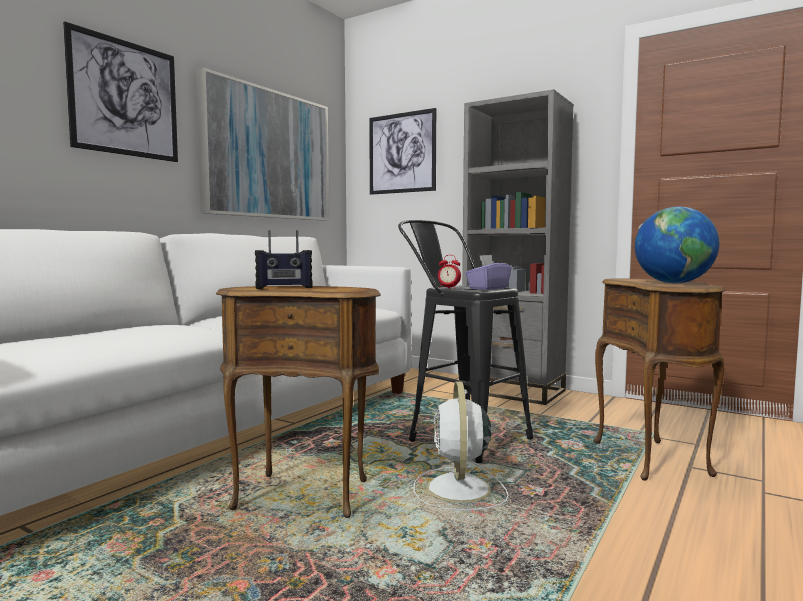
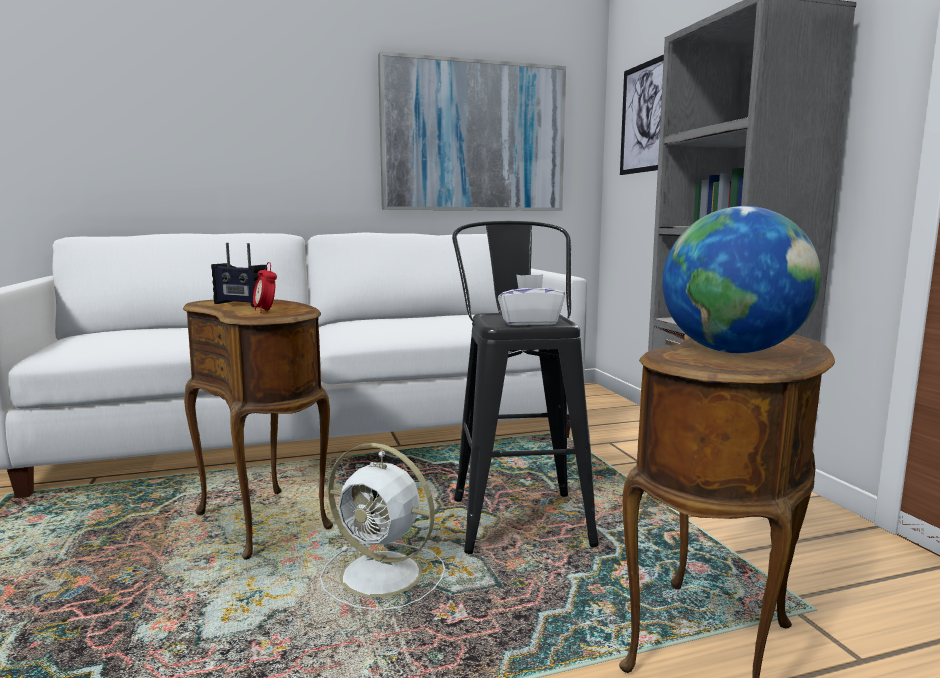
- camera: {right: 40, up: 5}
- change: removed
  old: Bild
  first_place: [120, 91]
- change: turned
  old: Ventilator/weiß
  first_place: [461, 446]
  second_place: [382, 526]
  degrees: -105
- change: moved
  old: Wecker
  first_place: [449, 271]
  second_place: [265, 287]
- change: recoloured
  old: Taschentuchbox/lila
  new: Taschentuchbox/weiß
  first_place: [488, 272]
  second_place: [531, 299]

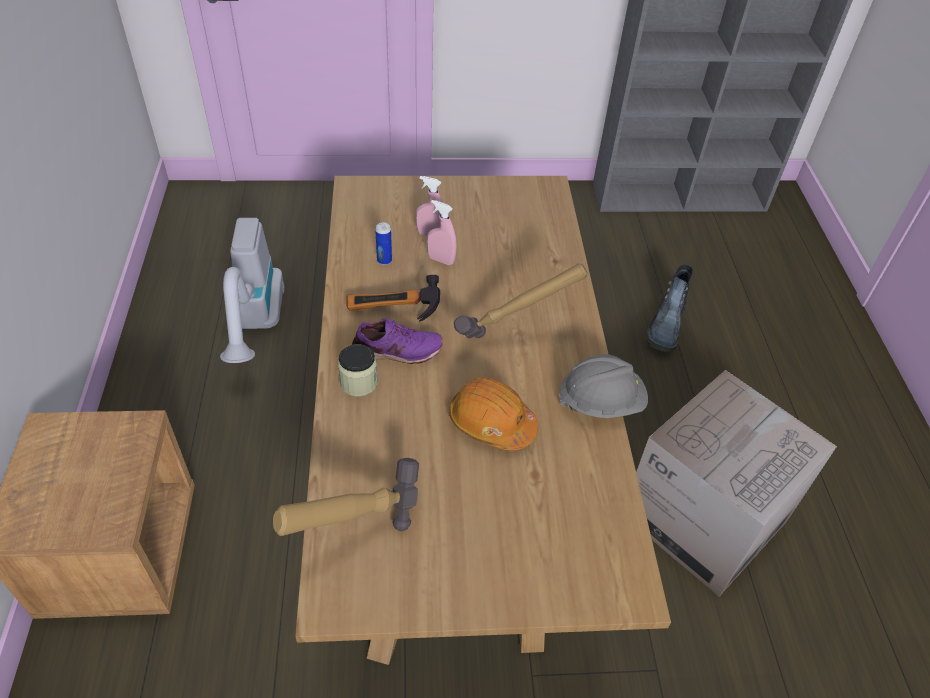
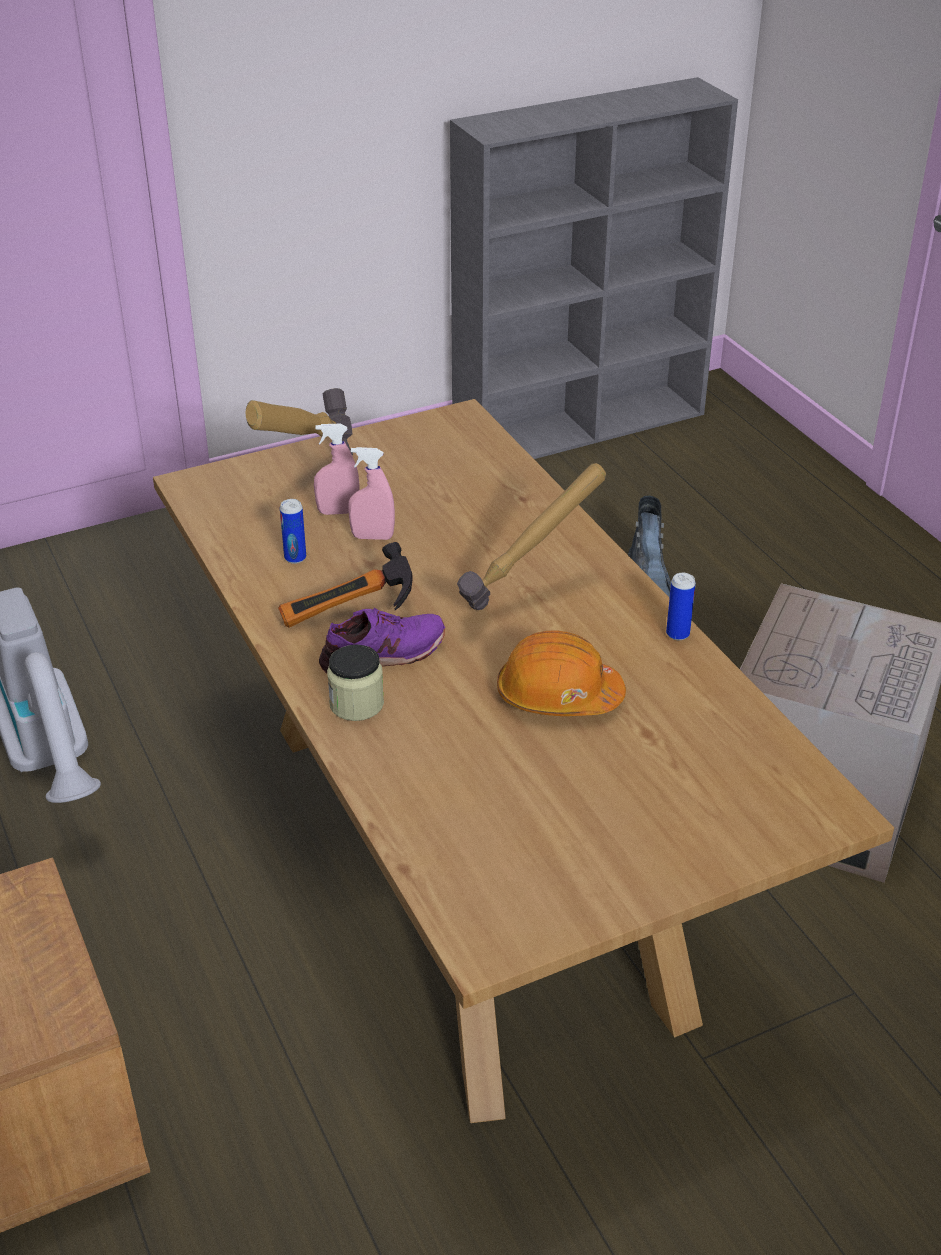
- camera: {right: -20, up: -10}
- change: moved
  old: Hammer
  first_place: [346, 497]
  second_place: [299, 422]
- change: replaced
  old: Schutzhelm/grau
  new: Dose
  first_place: [603, 386]
  second_place: [681, 606]

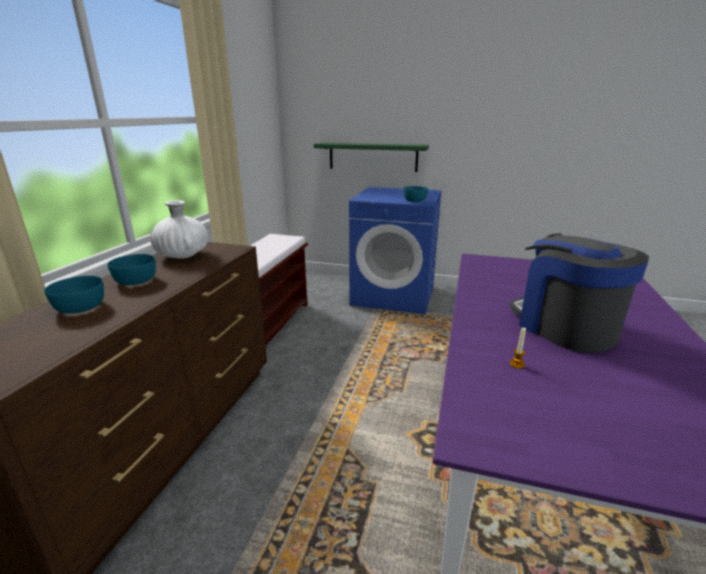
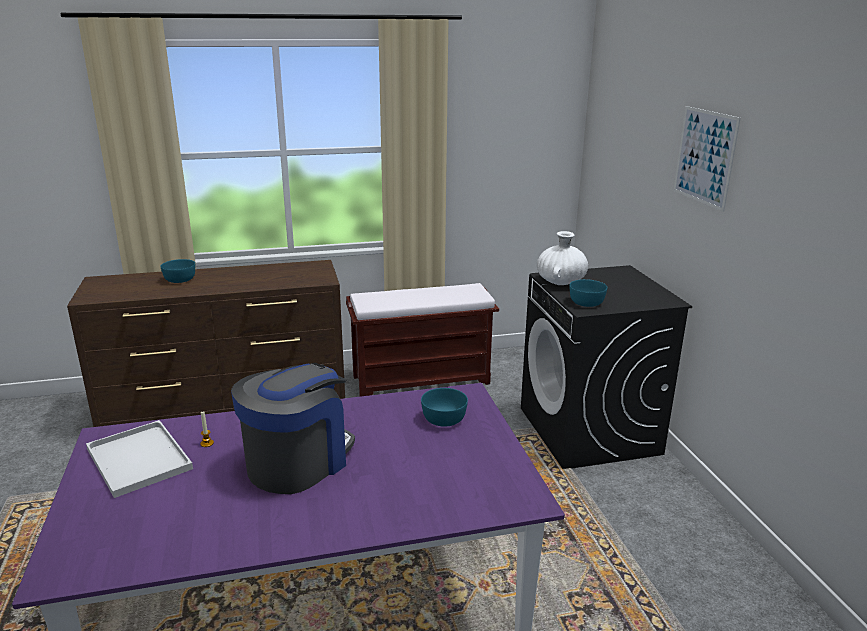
- camera: {right: 60, up: 0}
- change: moved
  old: Schüssel/türkis
  first_place: [131, 269]
  second_place: [444, 407]
- change: moved
  old: Vase/weiß
  first_place: [179, 229]
  second_place: [562, 258]
- change: removed
  old: Wandregal/grün
  first_place: [371, 157]
- change: recoloured
  old: Waschmaschine/blau
  new: Waschmaschine/schwarz
  first_place: [395, 251]
  second_place: [606, 367]
- change: added
  new: Tablett/weiß
  second_place: [139, 459]
- change: added
  new: Bild
  second_place: [707, 159]

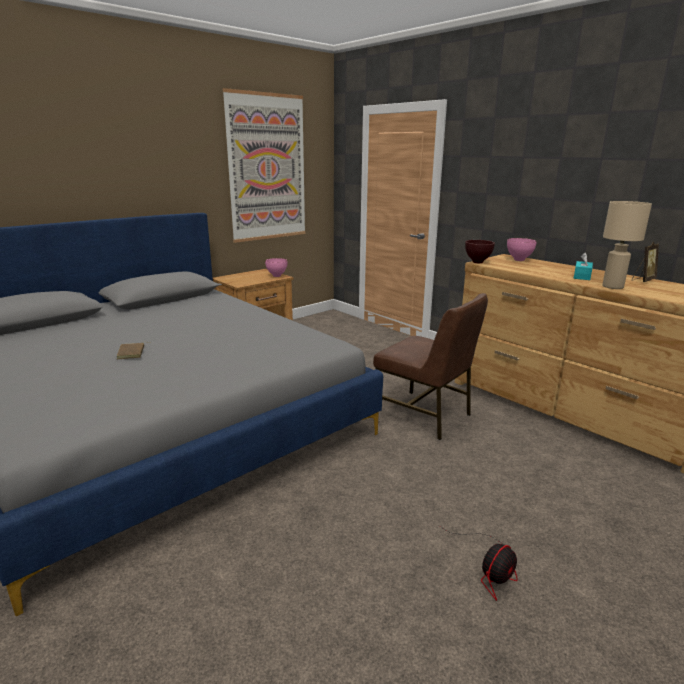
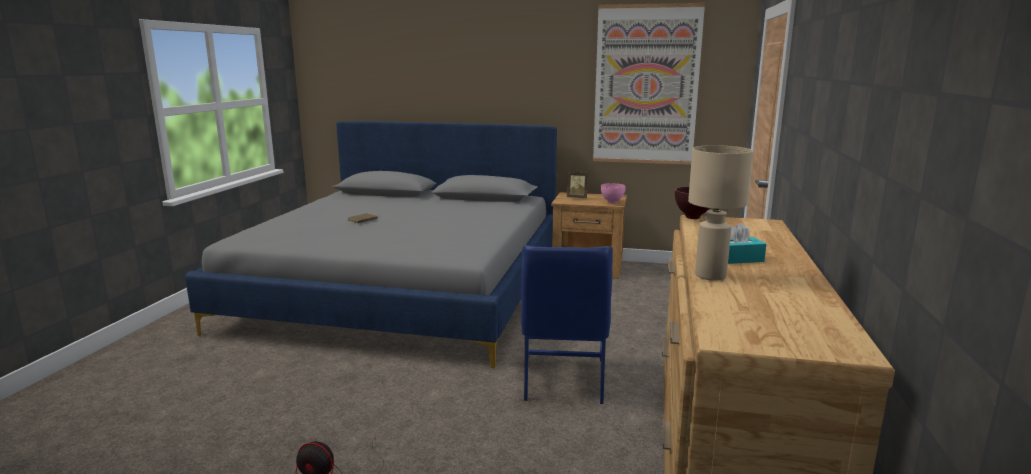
- camera: {right: 55, up: -5}
- change: recoloured
  old: Stuhl/braun
  new: Stuhl/blau
  first_place: [430, 366]
  second_place: [567, 324]
- change: removed
  old: Schüssel/rosa
  first_place: [522, 249]
- change: moved
  old: Bilderrahmen
  first_place: [645, 261]
  second_place: [577, 184]

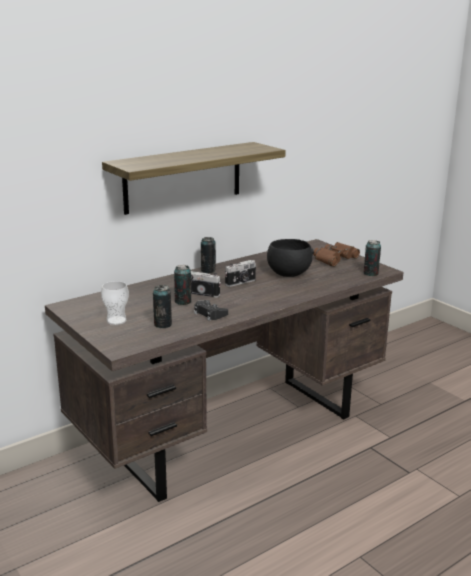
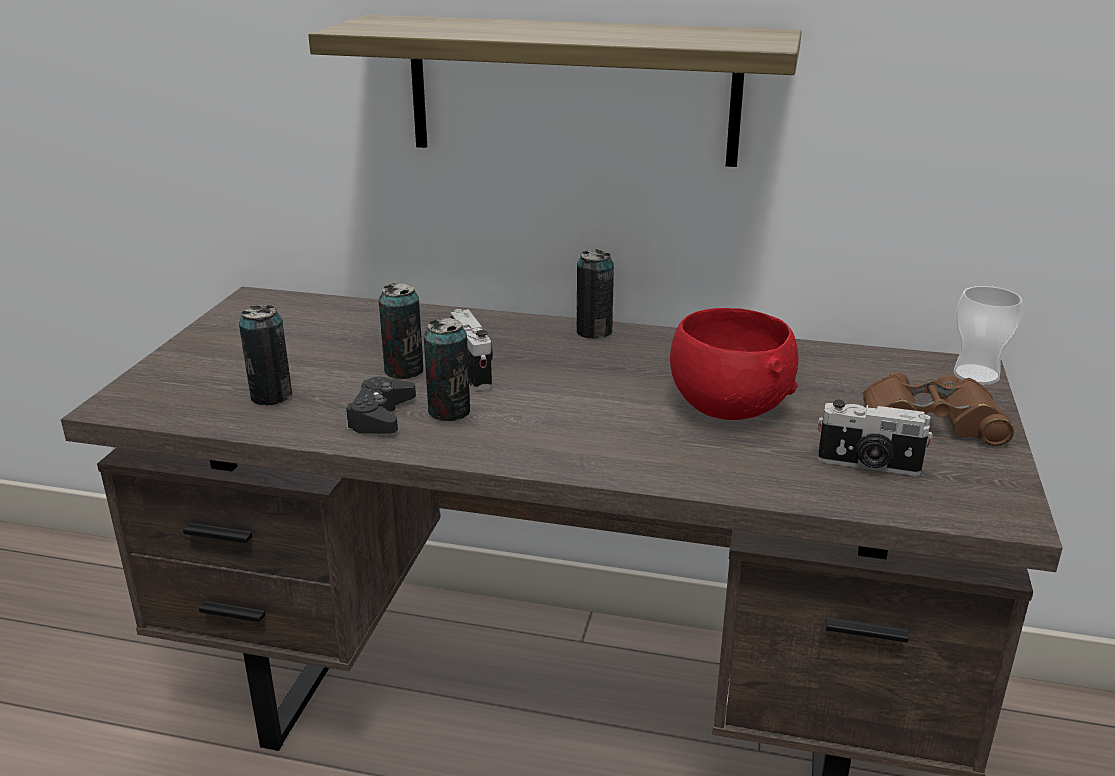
- camera: {right: 50, up: 5}
- change: moved
  old: Tasse
  first_place: [115, 303]
  second_place: [988, 335]
- change: moved
  old: Kamera
  first_place: [240, 273]
  second_place: [875, 437]
- change: recoloured
  old: Schüssel/schwarz
  new: Schüssel/rot
  first_place: [290, 258]
  second_place: [734, 364]
- change: moved
  old: Dose
  first_place: [372, 258]
  second_place: [447, 369]

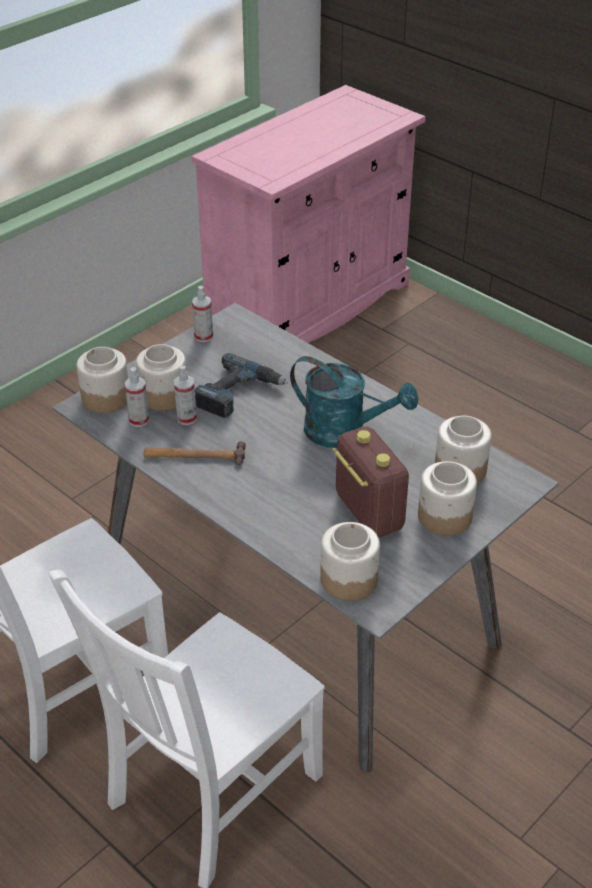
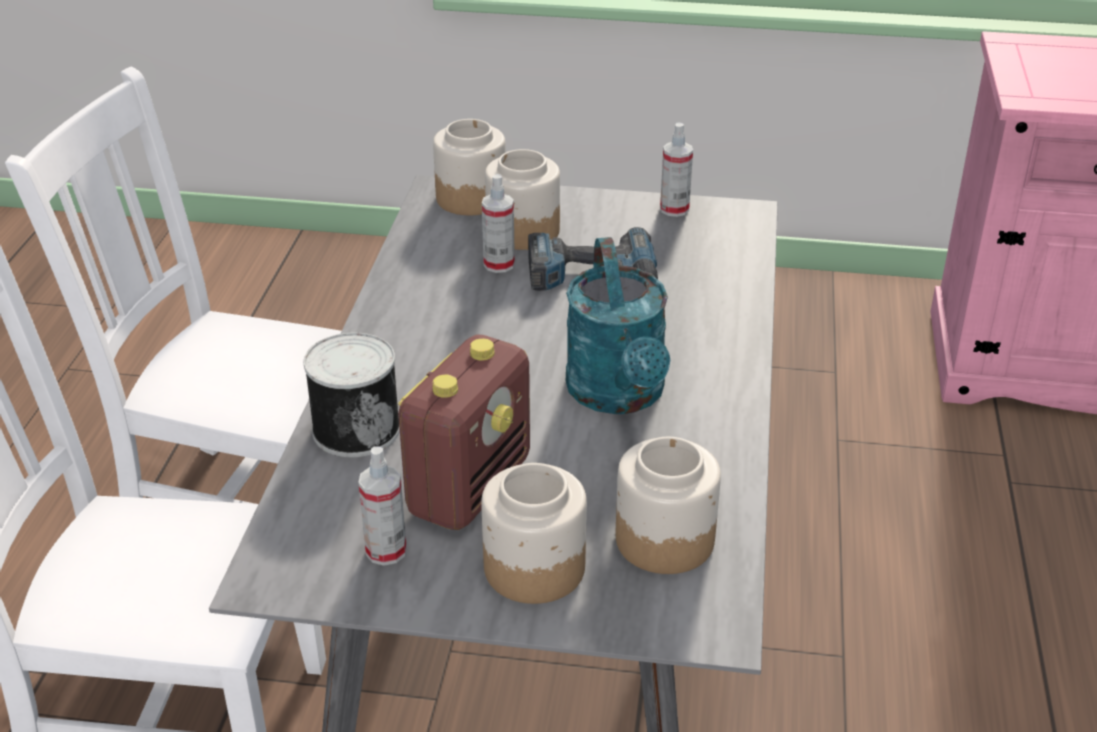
- camera: {right: 55, up: -5}
- change: moved
  old: Sprühflasche
  first_place: [137, 397]
  second_place: [382, 506]
- change: removed
  old: Hammer
  first_place: [195, 453]
- change: removed
  old: Vorratsglas
  first_place: [350, 561]
- change: added
  new: Dose
  second_place: [352, 395]

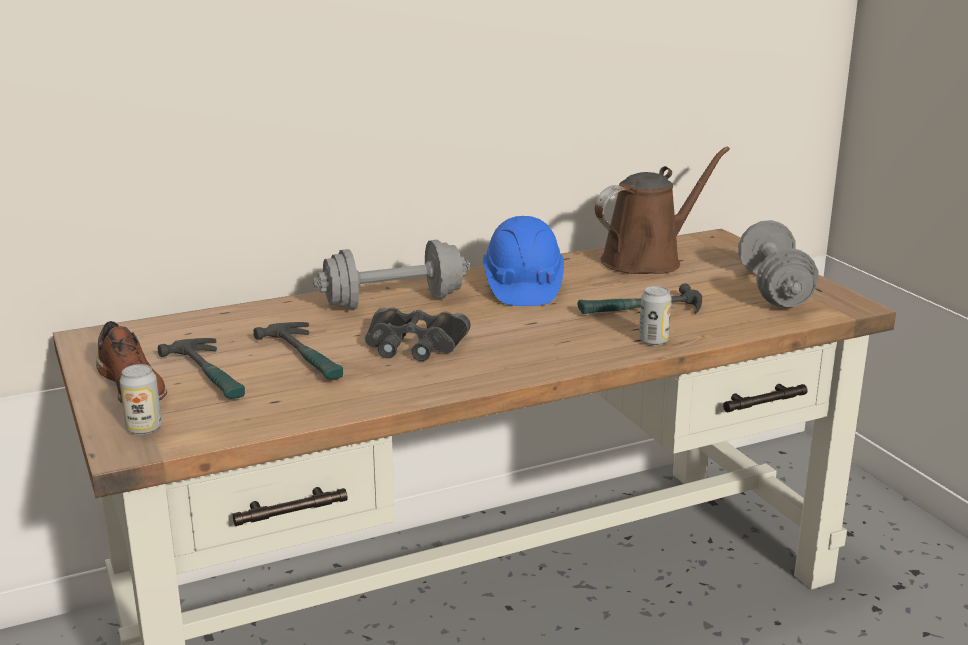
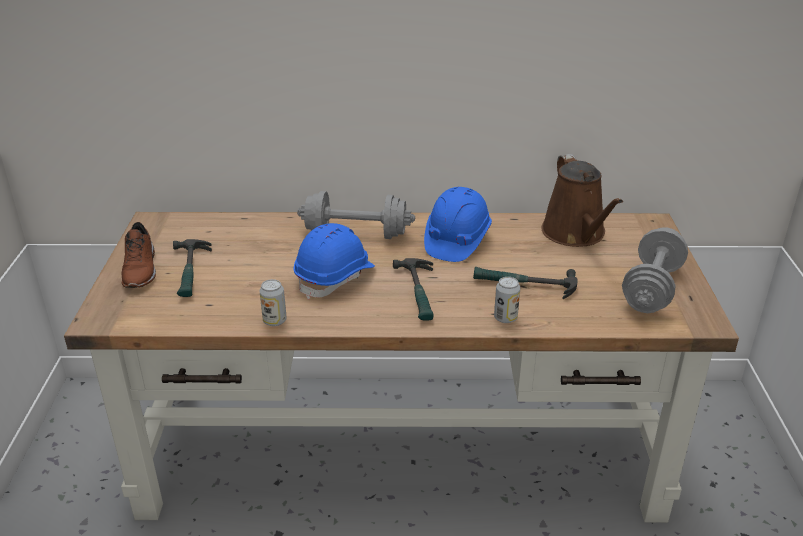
- camera: {right: 25, up: 10}
- change: moved
  old: Dose
  first_place: [140, 399]
  second_place: [273, 302]
- change: moved
  old: Hammer
  first_place: [298, 350]
  second_place: [413, 289]
- change: replaced
  old: Fernglas/schwarz
  new: Schutzhelm/blau
  first_place: [418, 334]
  second_place: [334, 261]
- change: turned
  old: Gießkanne/braun
  first_place: [662, 210]
  second_place: [582, 200]
  degrees: 90

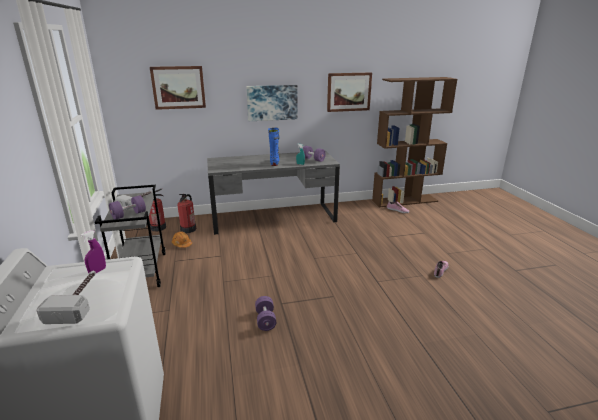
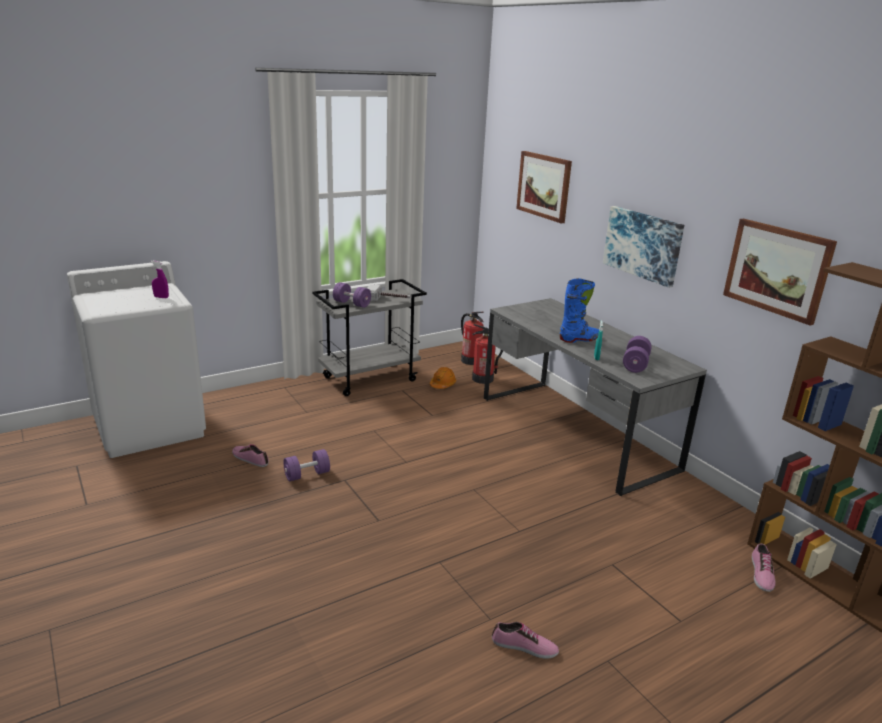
- camera: {right: 70, up: 0}
- change: removed
  old: Hammer
  first_place: [66, 297]
- change: added
  new: Schuh
  second_place: [250, 455]

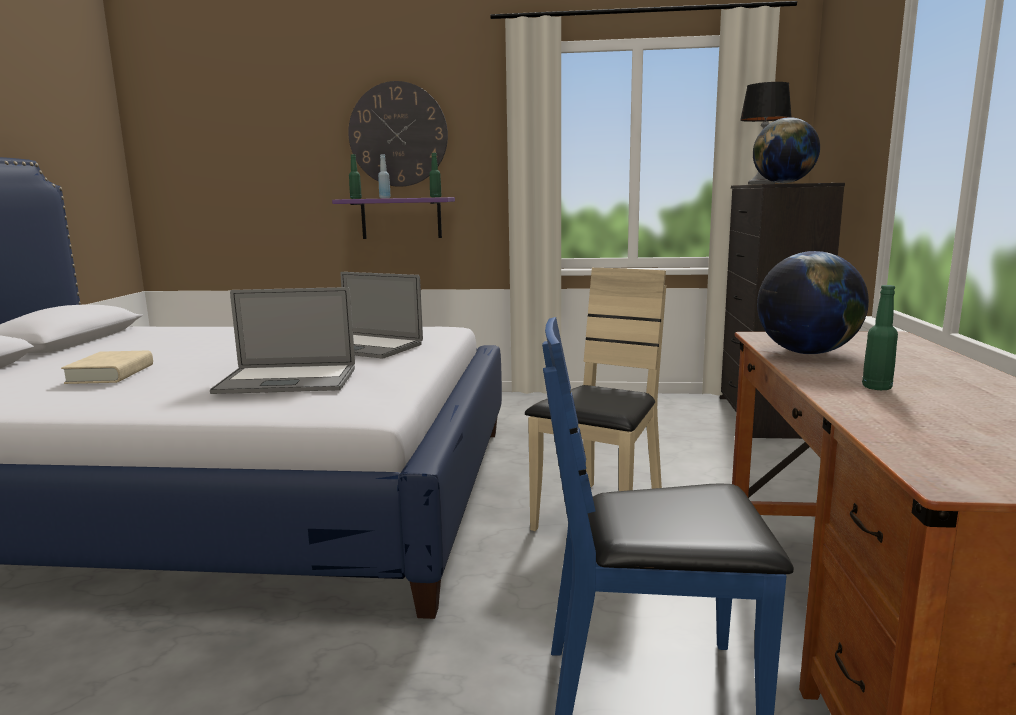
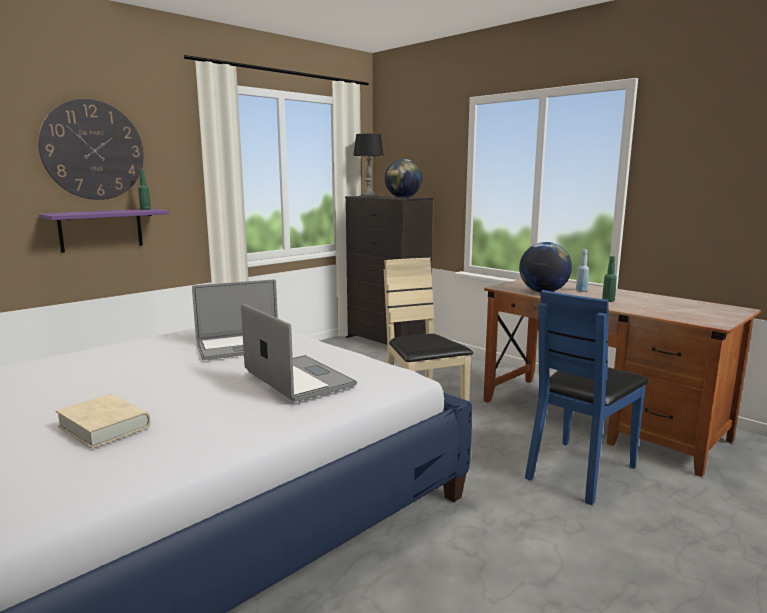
- camera: {right: -50, up: 0}
- change: turned
  old: Laptop
  first_place: [282, 340]
  second_place: [299, 352]
  degrees: -75
- change: removed
  old: Flasche/grün
  first_place: [355, 176]
- change: moved
  old: Flasche/blau
  first_place: [384, 176]
  second_place: [582, 270]

